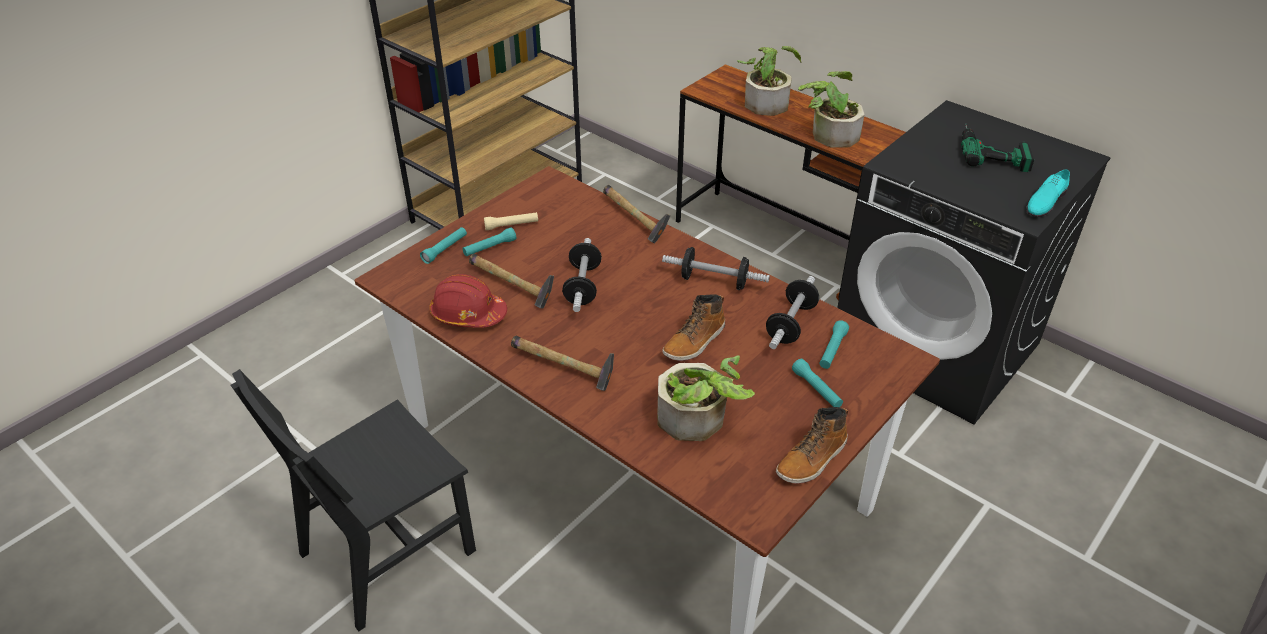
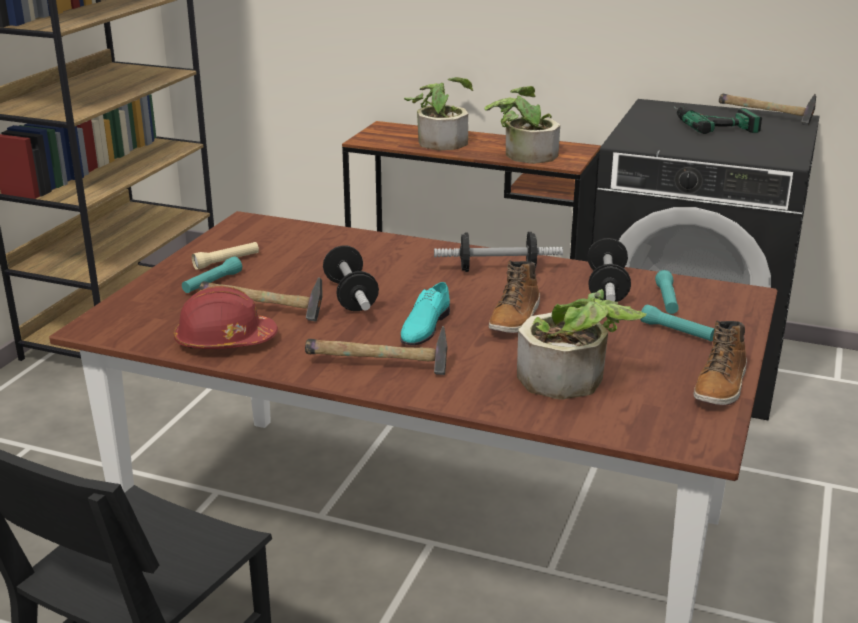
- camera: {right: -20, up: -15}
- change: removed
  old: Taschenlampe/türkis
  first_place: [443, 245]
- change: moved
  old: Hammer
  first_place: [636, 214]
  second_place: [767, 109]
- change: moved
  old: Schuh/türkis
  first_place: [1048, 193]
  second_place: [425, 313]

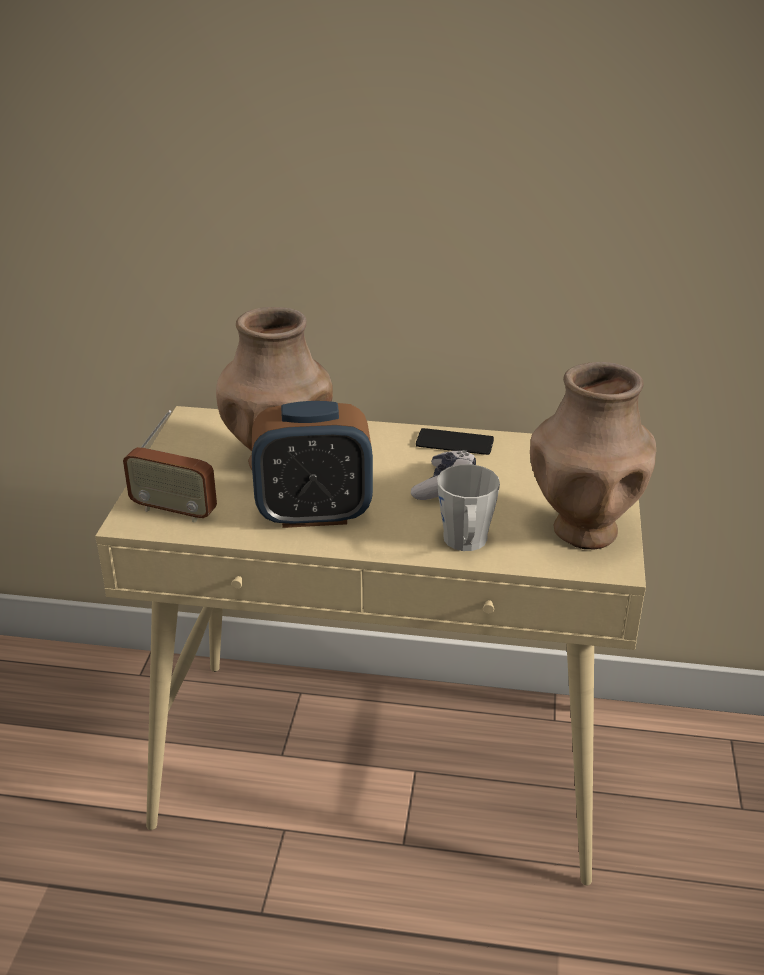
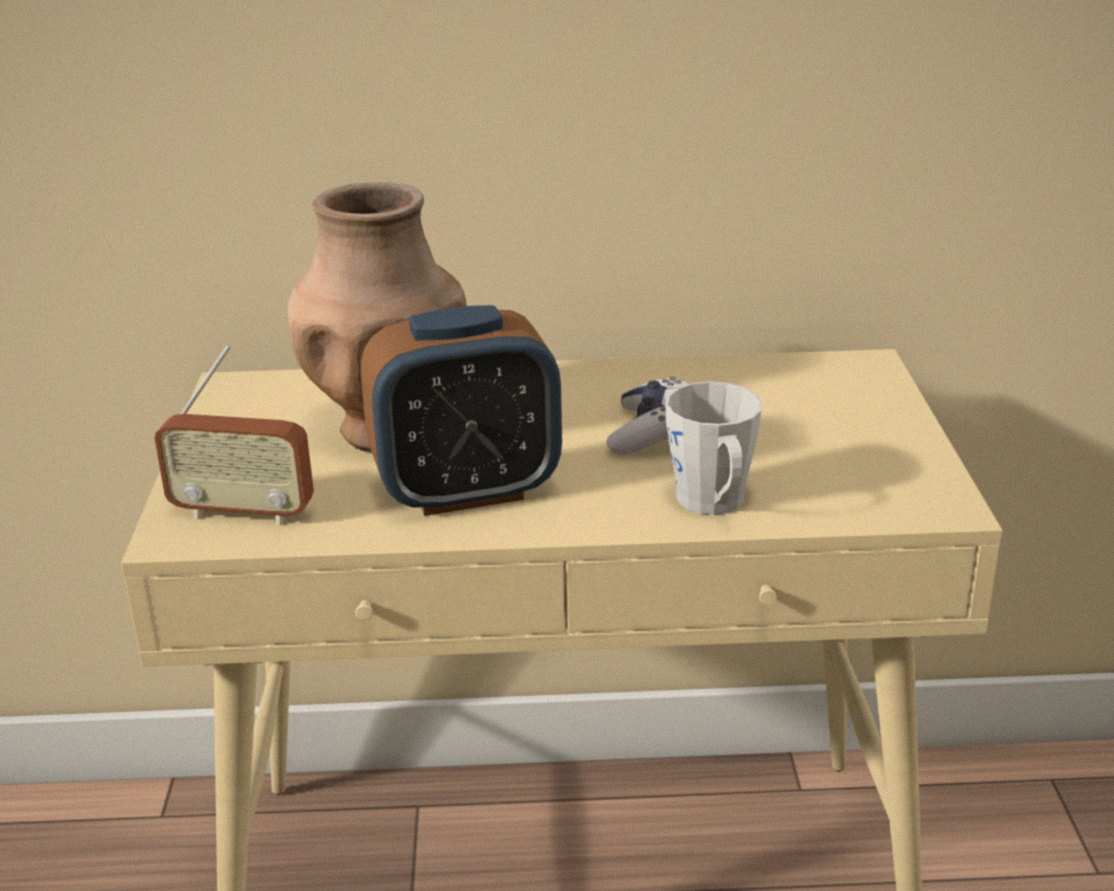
- camera: {right: -10, up: -5}
- change: removed
  old: Handy
  first_place: [455, 441]
- change: removed
  old: Vase/braun
  first_place: [593, 455]

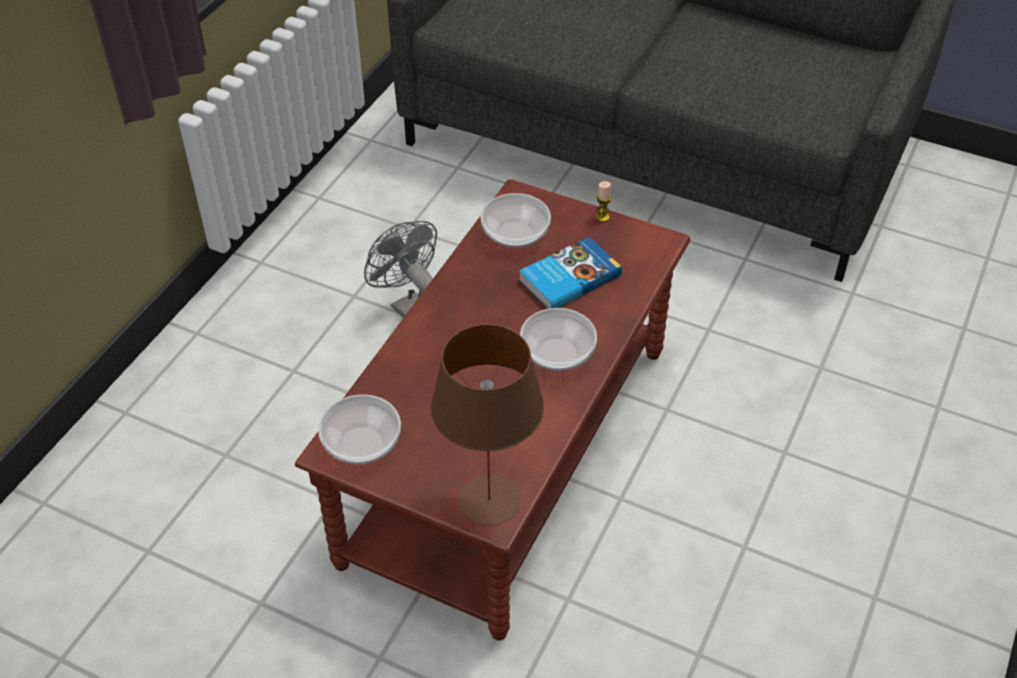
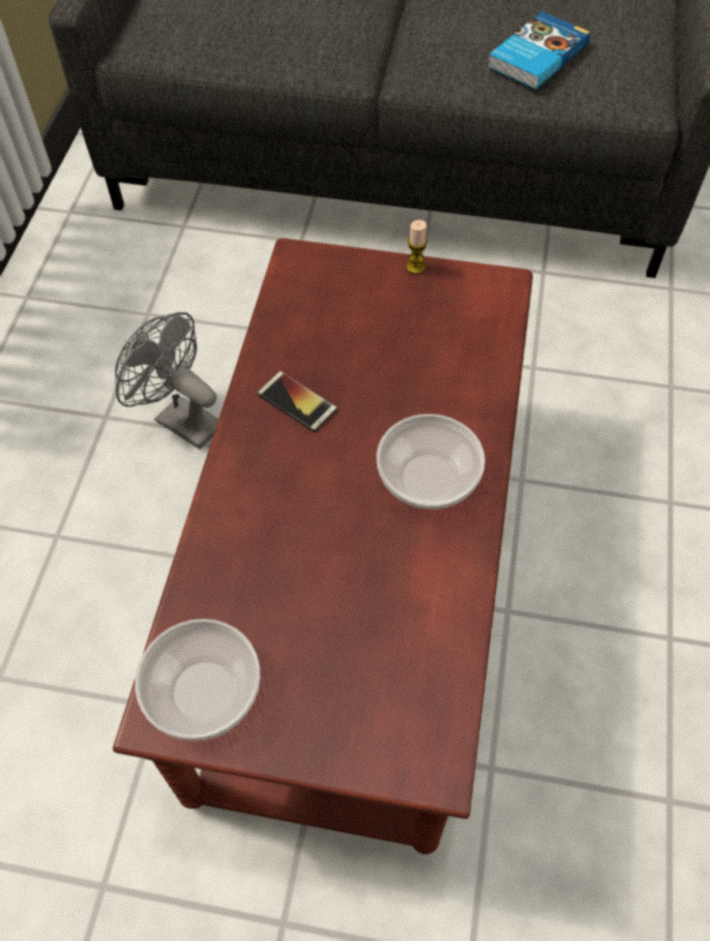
- camera: {right: -15, up: 10}
- change: removed
  old: Tischlampe/braun
  first_place: [487, 425]
- change: removed
  old: Schüssel
  first_place: [515, 220]
- change: moved
  old: Buch
  first_place: [570, 273]
  second_place: [539, 50]
- change: added
  new: Handy
  second_place: [297, 401]

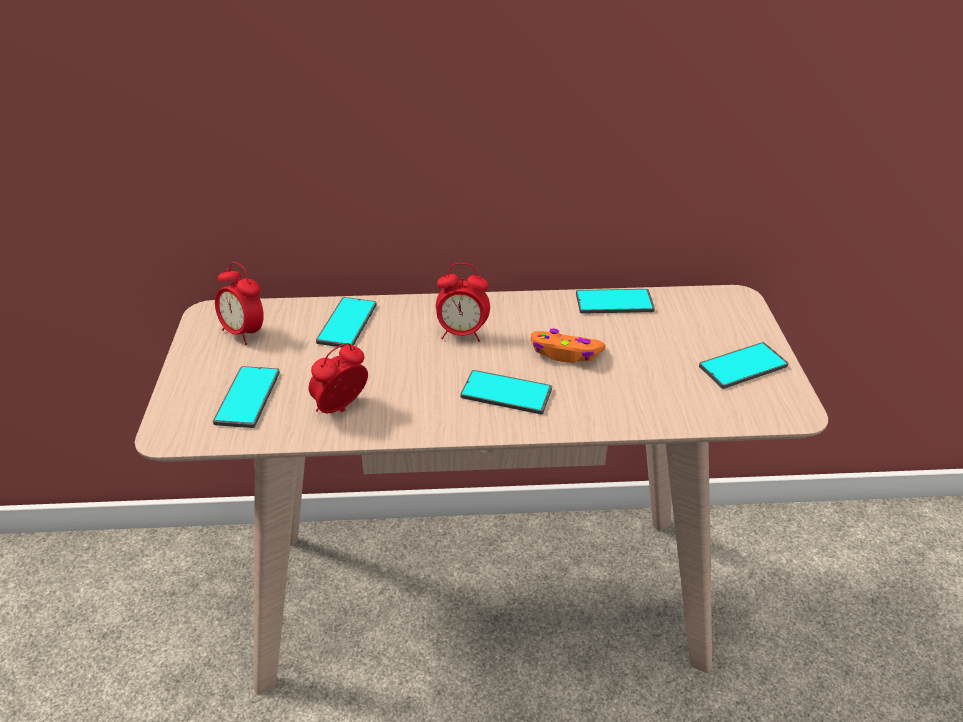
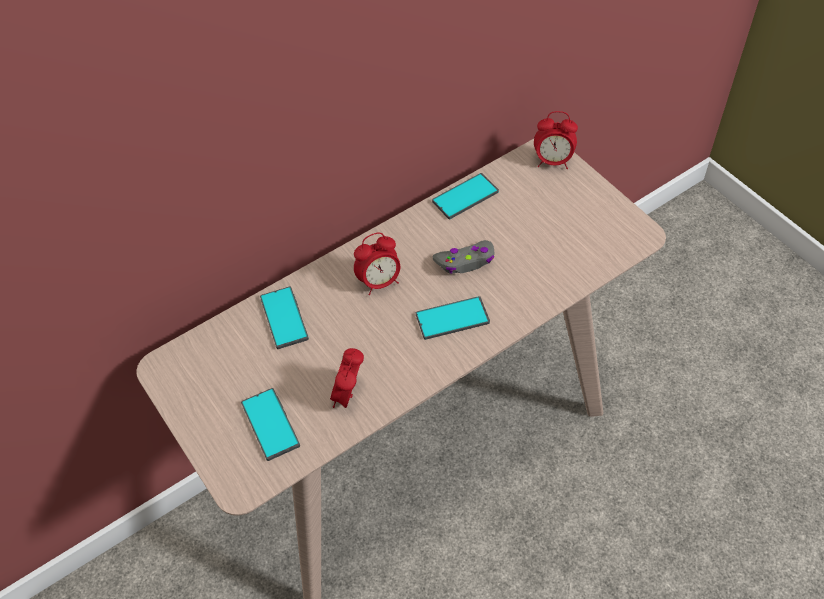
- camera: {right: -30, up: 15}
- change: moved
  old: Wecker
  first_place: [239, 303]
  second_place: [556, 140]
- change: recoloured
  old: Gamepad/orange
  new: Gamepad/grau
  first_place: [568, 345]
  second_place: [463, 257]
- change: removed
  old: Handy
  first_place: [744, 365]

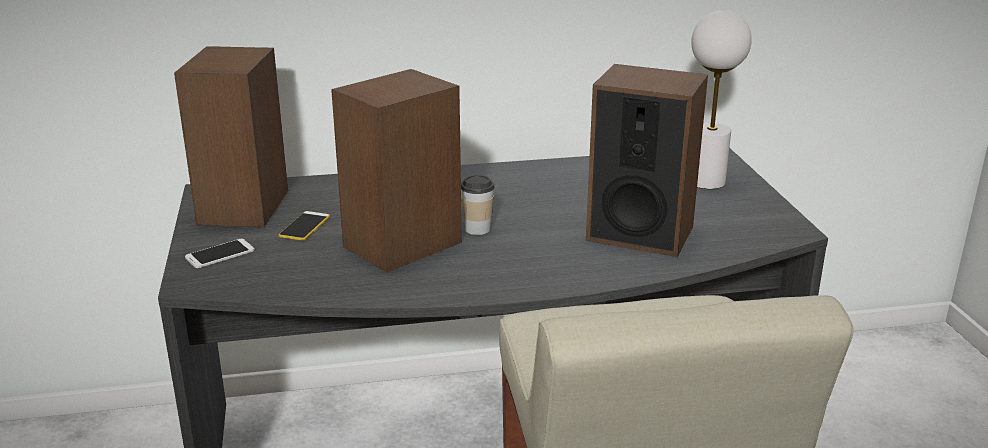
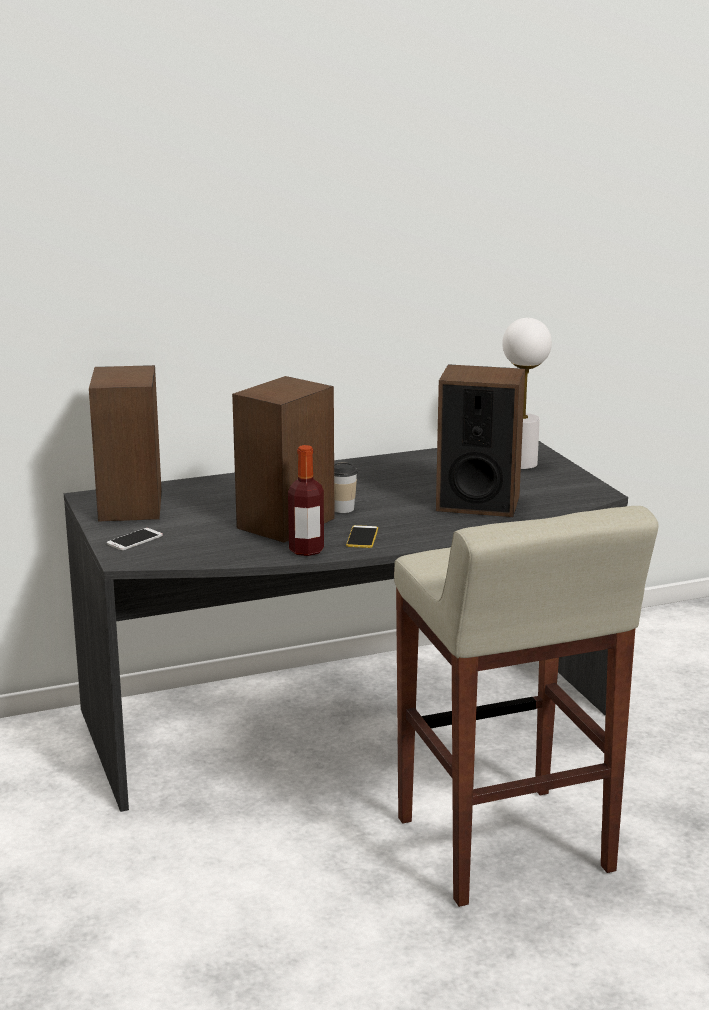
- camera: {right: -10, up: -5}
- change: moved
  old: Handy
  first_place: [304, 226]
  second_place: [362, 536]
- change: added
  new: Flasche
  second_place: [306, 500]

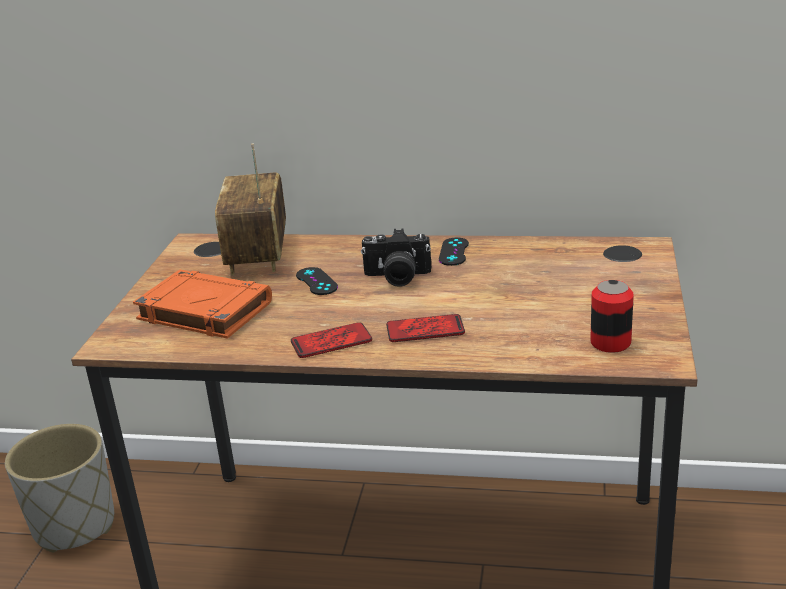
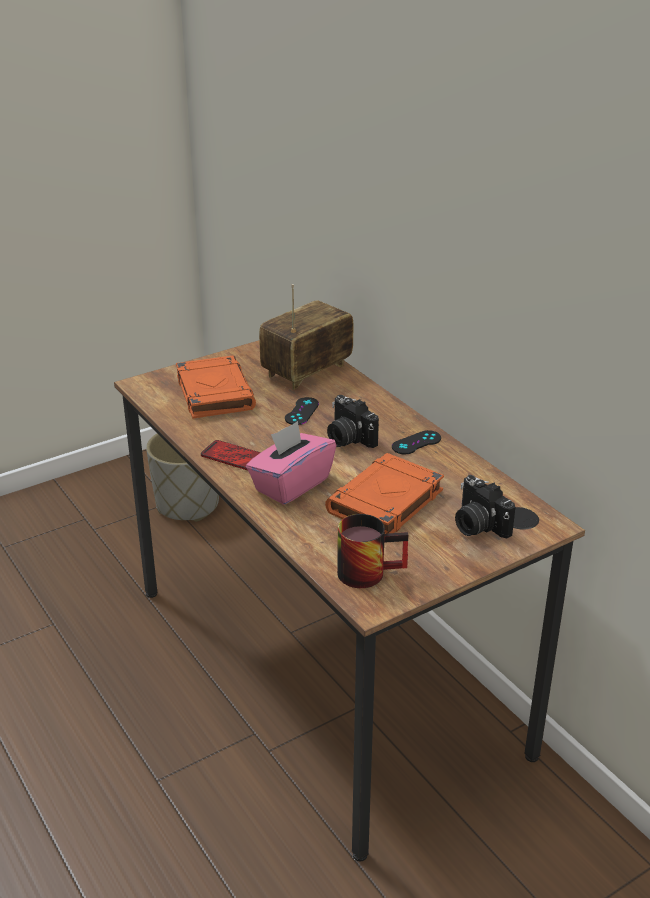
- camera: {right: 45, up: 5}
- change: replaced
  old: Handy
  new: Taschentuchbox/rosa
  first_place: [425, 328]
  second_place: [291, 463]
- change: replaced
  old: Dose
  new: Henkelbecher
  first_place: [612, 316]
  second_place: [372, 551]
- change: added
  new: Buch/orange
  second_place: [384, 493]
- change: added
  new: Kamera
  second_place: [485, 506]

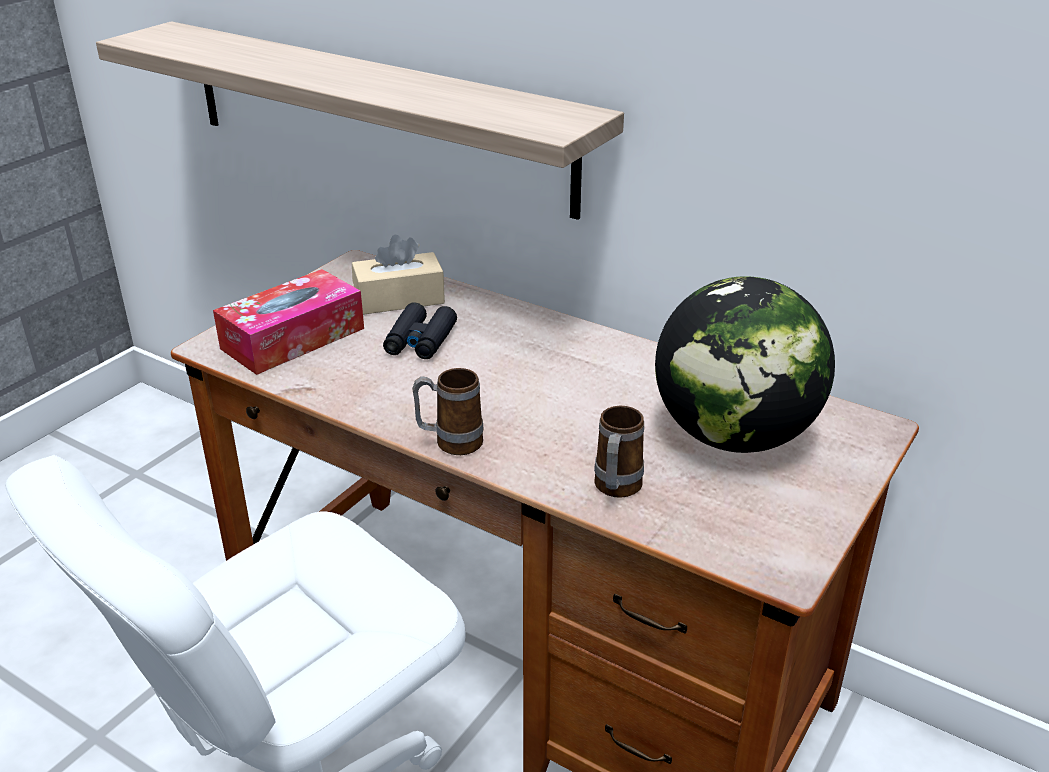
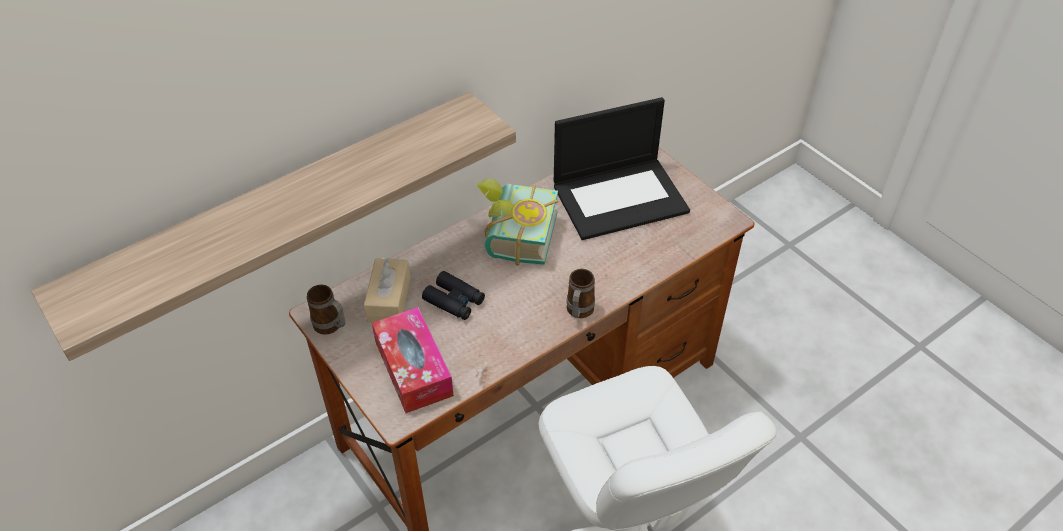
- camera: {right: -70, up: 15}
- change: moved
  old: Henkelbecher
  first_place: [619, 452]
  second_place: [326, 310]
- change: replaced
  old: Globus
  new: Laptop
  first_place: [745, 364]
  second_place: [622, 168]
- change: added
  new: Buch
  second_place: [517, 222]

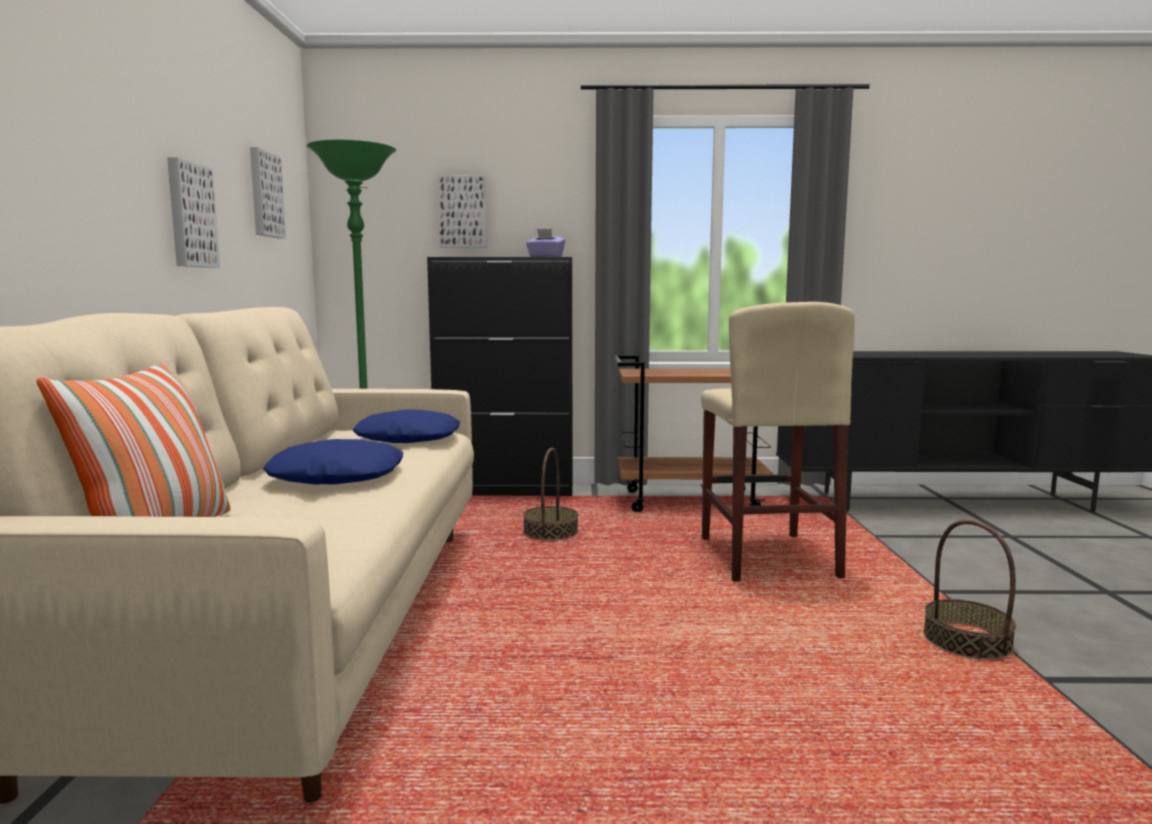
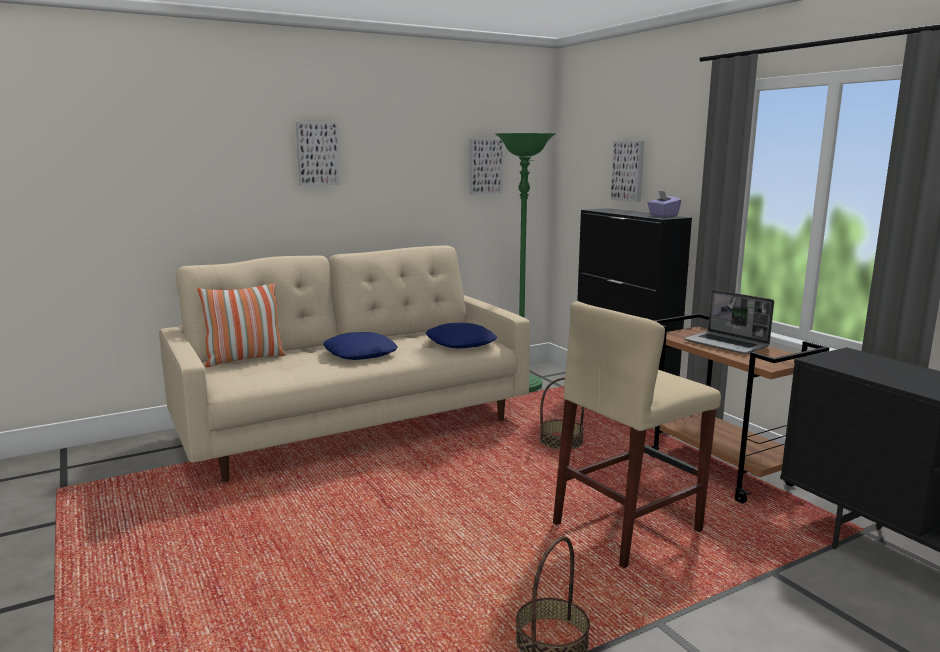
- camera: {right: 60, up: 5}
- change: moved
  old: Bild
  first_place: [193, 212]
  second_place: [318, 154]
- change: added
  new: Laptop
  second_place: [729, 322]

